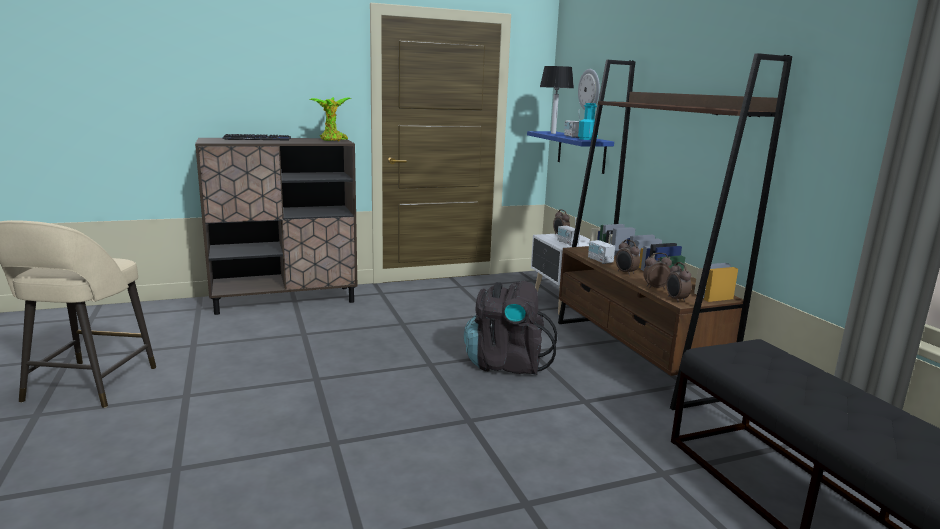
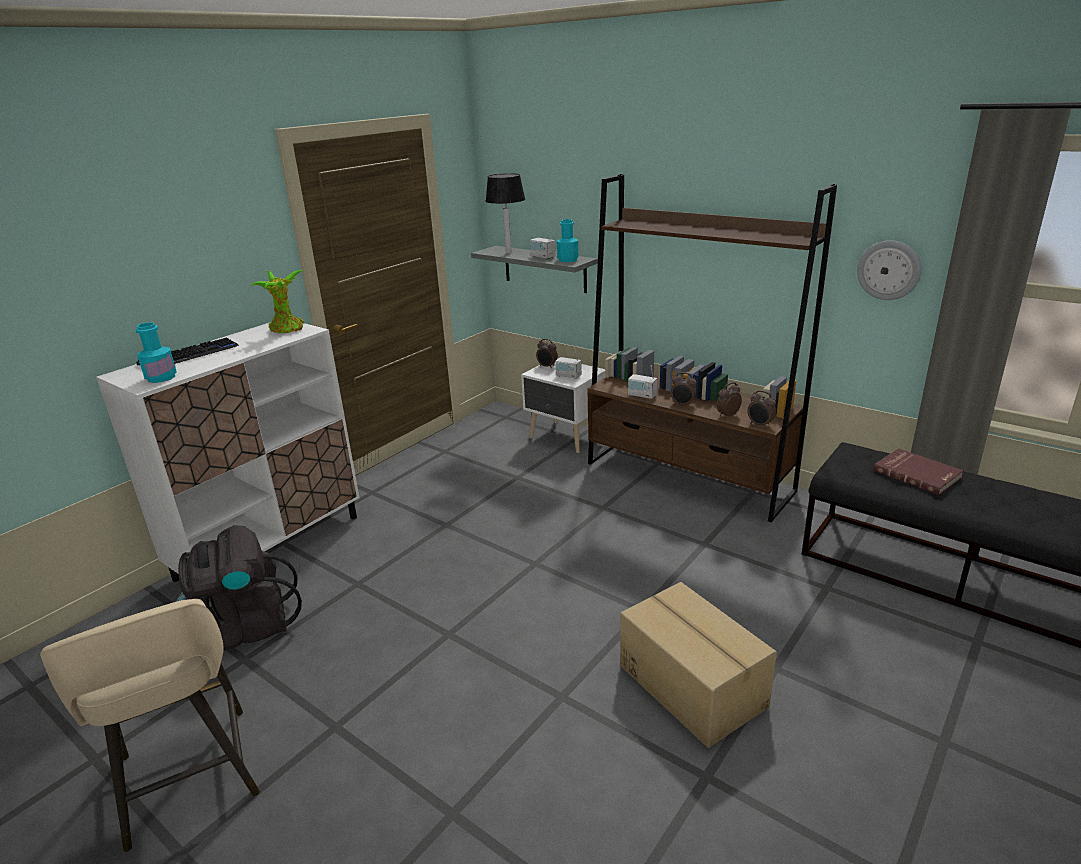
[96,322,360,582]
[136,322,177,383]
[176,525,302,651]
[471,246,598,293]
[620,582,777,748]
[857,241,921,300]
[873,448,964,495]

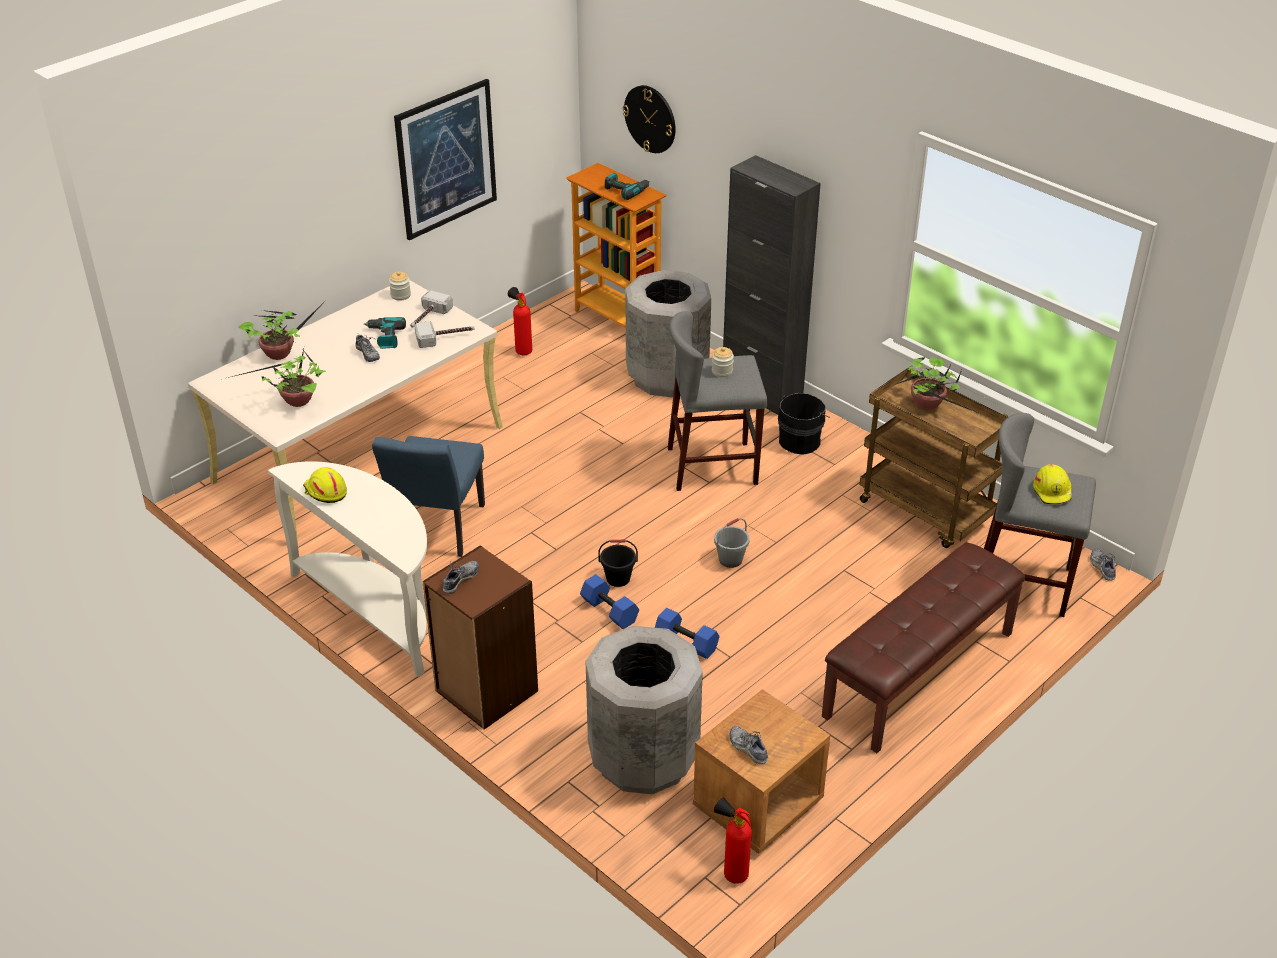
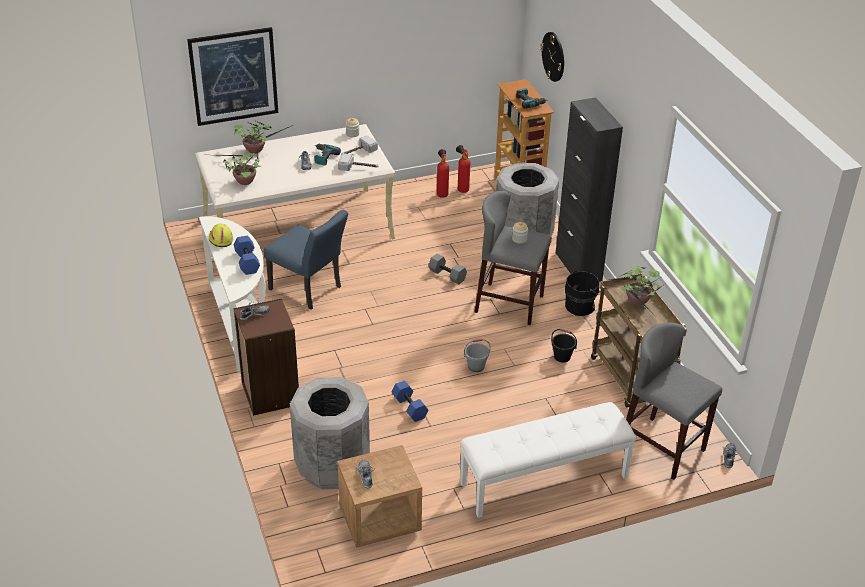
[187,27,278,126]
[234,236,260,275]
[264,209,348,310]
[428,254,467,285]
[456,145,470,193]
[460,402,636,518]
[551,329,577,363]
[1033,464,1072,504] (first image)

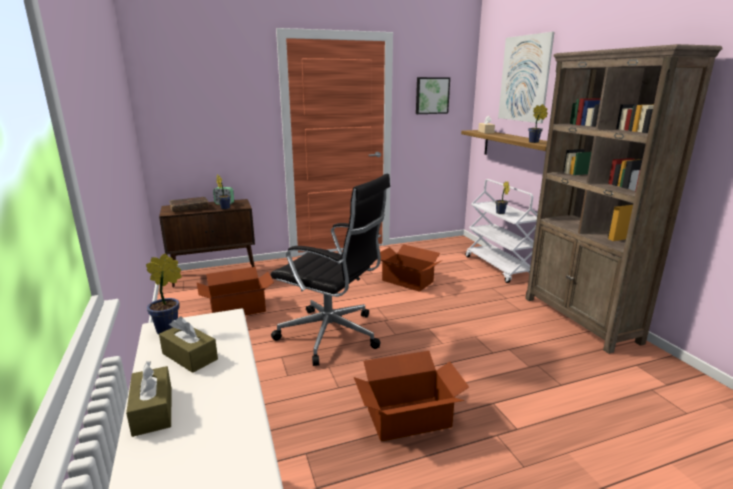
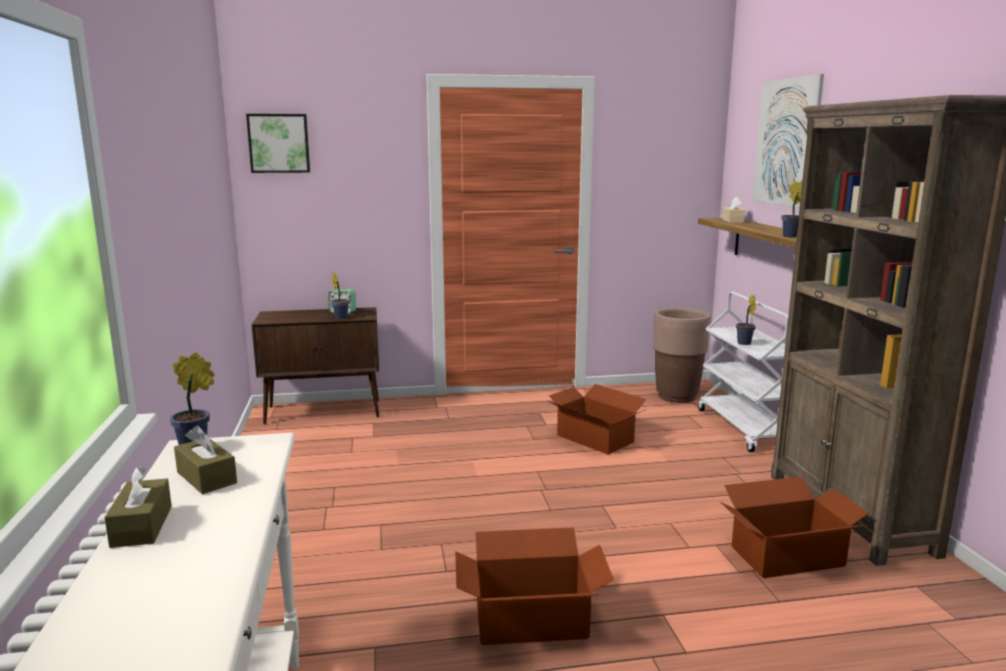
[246,114,310,173]
[653,307,711,403]
[720,477,869,578]
[169,197,209,212] (first image)
[271,174,390,366] (first image)

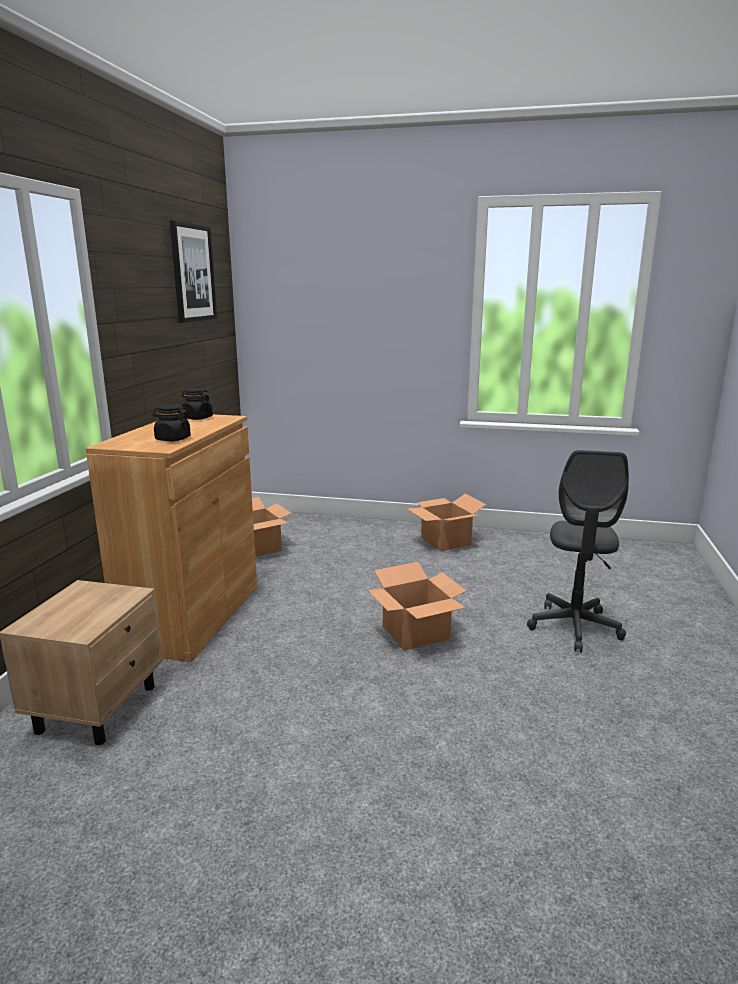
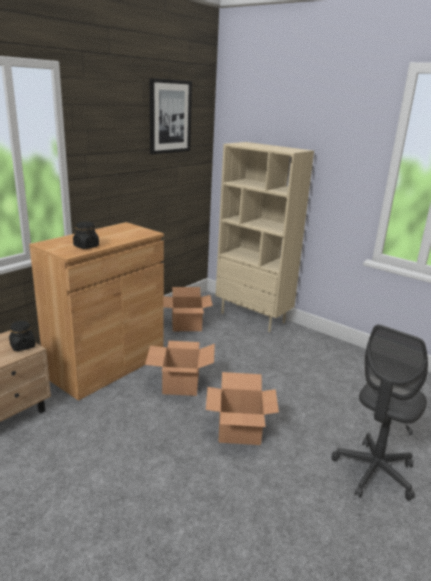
[9,321,35,351]
[145,341,215,396]
[216,142,314,332]

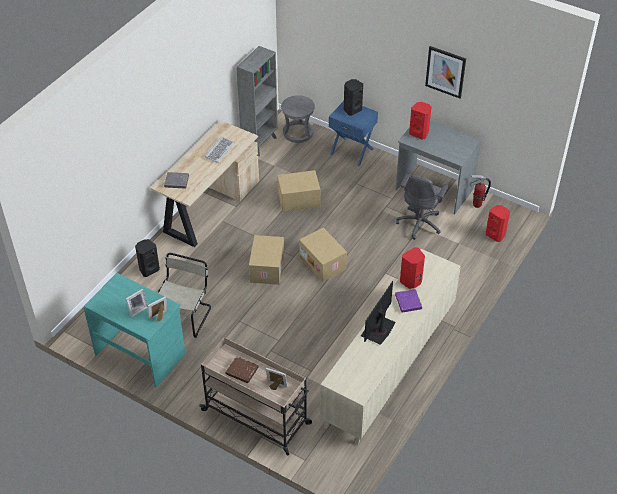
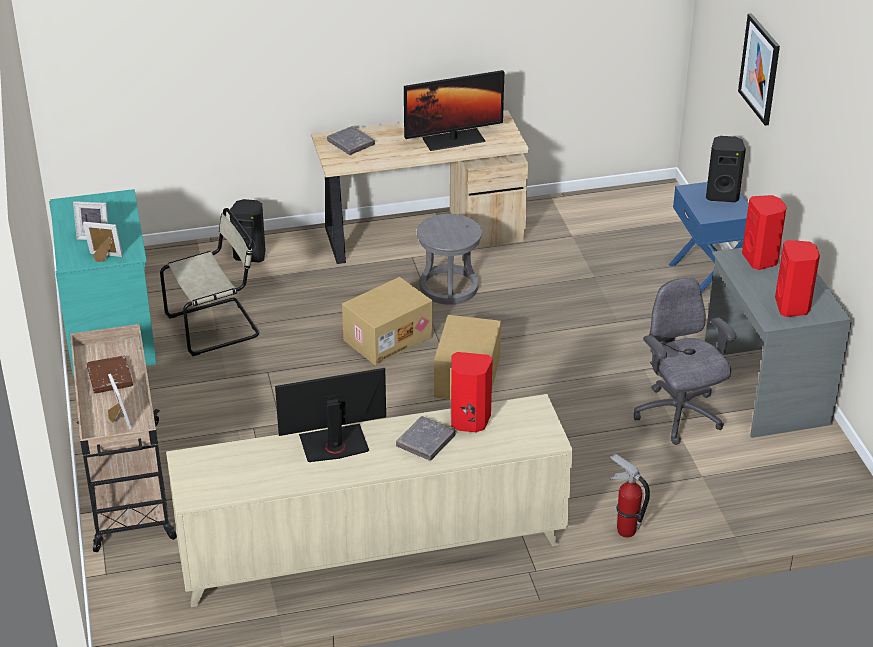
[396,416,456,461]
[404,70,504,151]
[417,214,482,305]
[610,453,650,538]
[634,278,736,445]
[738,13,780,126]
[775,240,820,317]
[236,46,278,156] (first image)
[277,170,320,212] (first image)

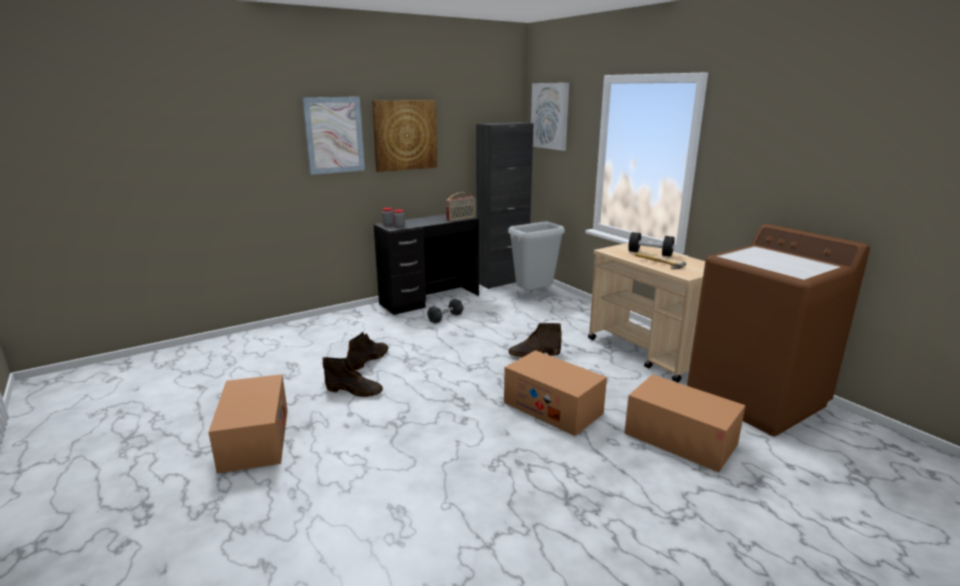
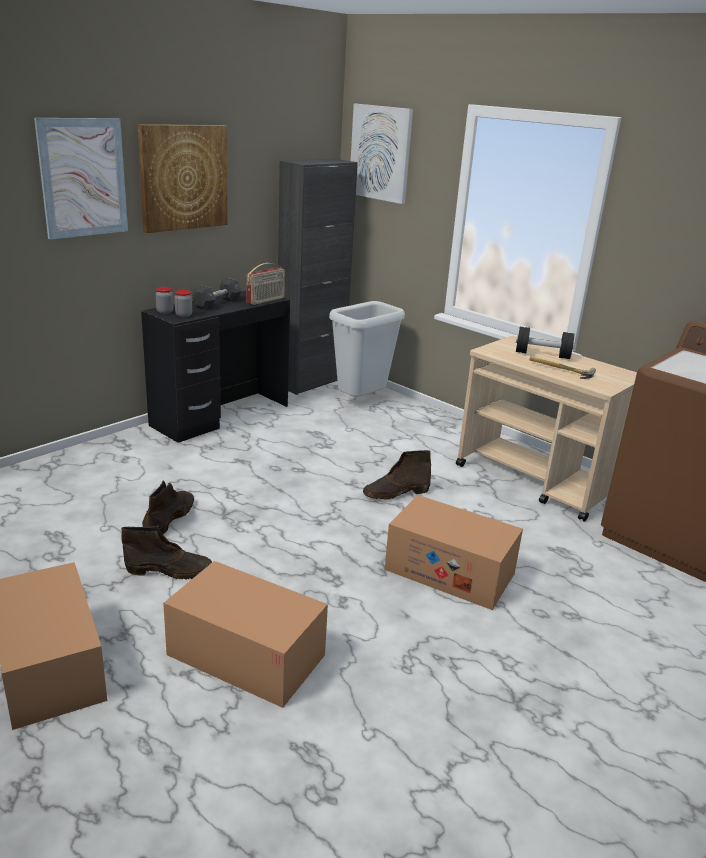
[163,561,328,708]
[192,278,242,310]

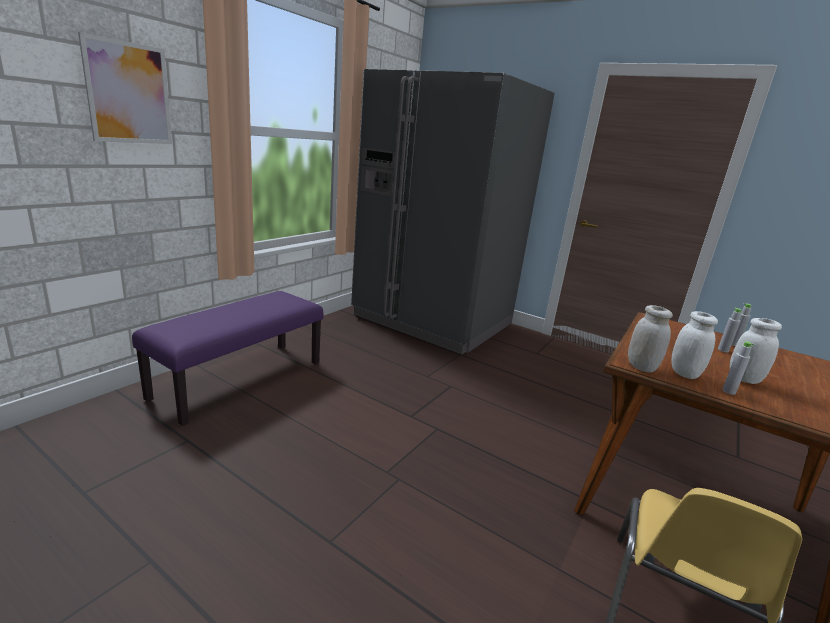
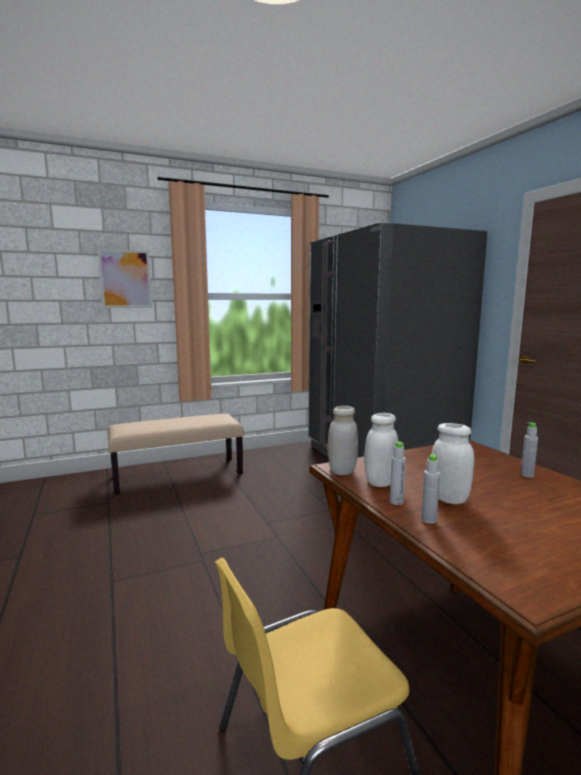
[108,414,244,494]
[421,454,440,524]

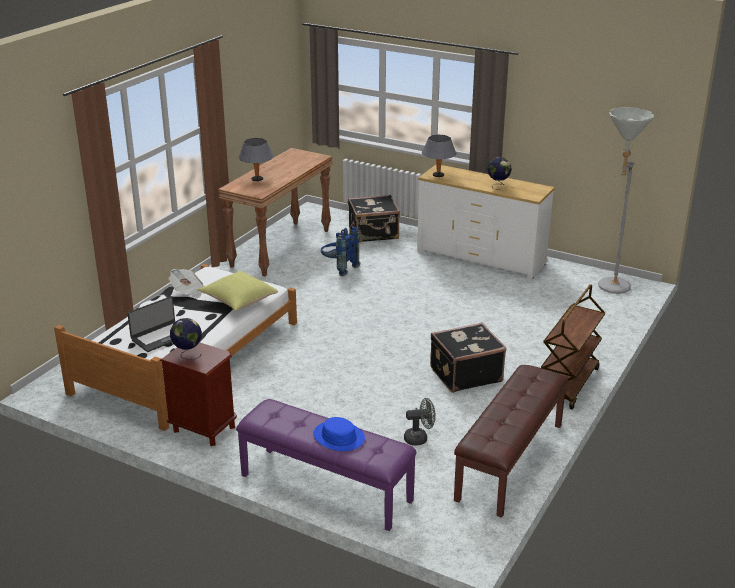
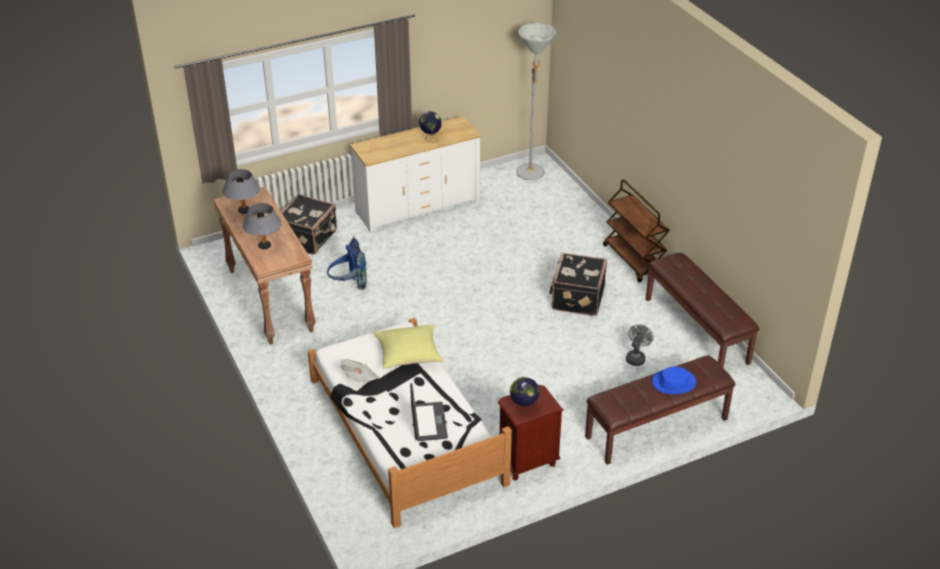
[223,169,260,214]
[585,355,735,465]

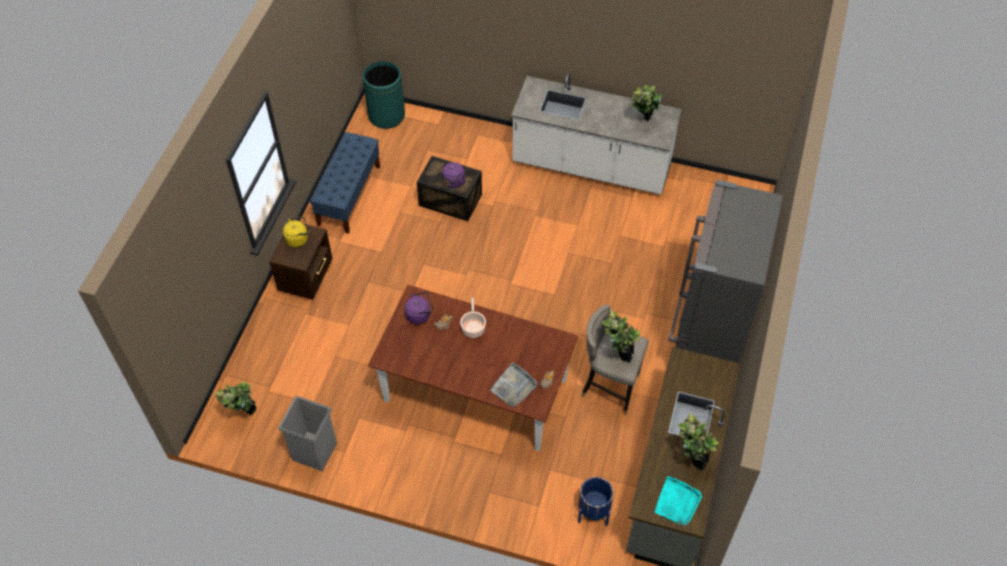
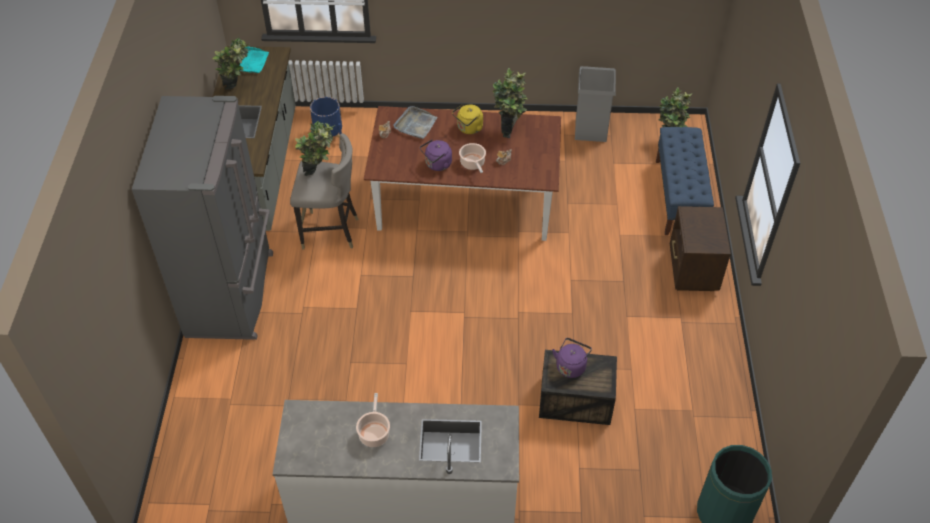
[356,393,390,447]
[420,139,452,171]
[452,104,483,134]
[492,68,528,138]
[656,127,714,235]

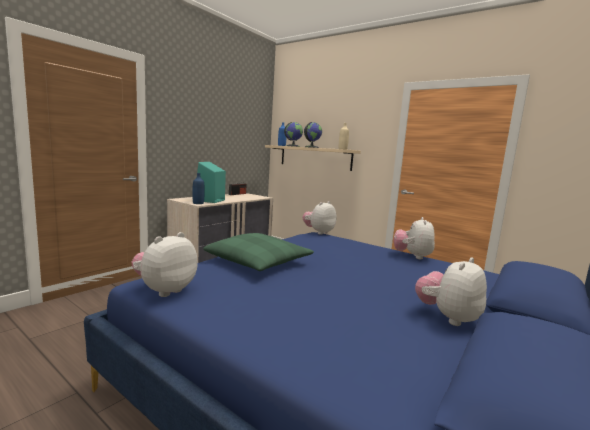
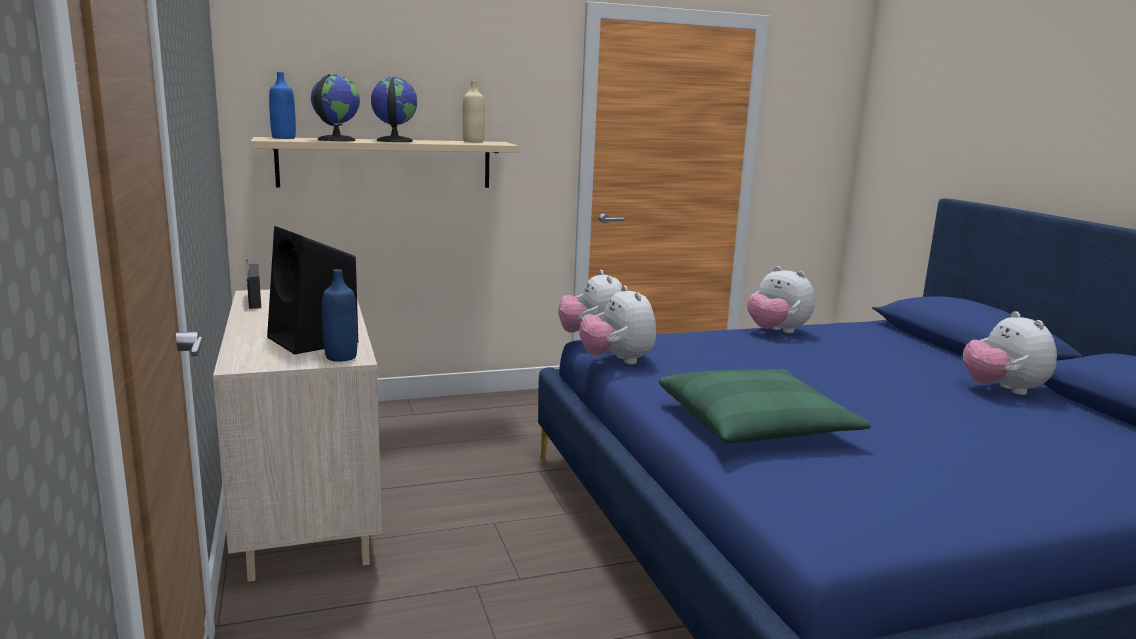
[267,226,358,355]
[579,285,656,364]

